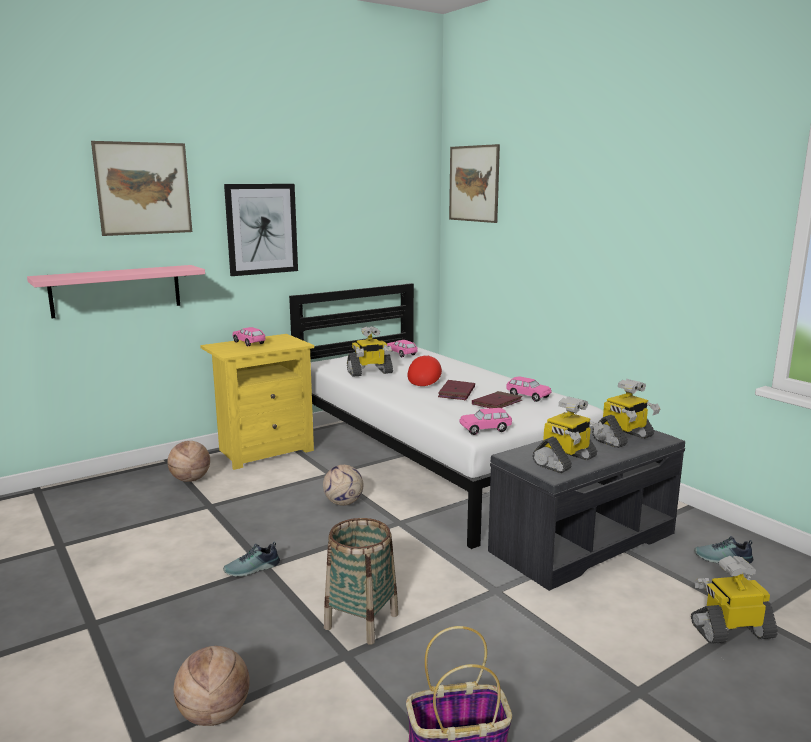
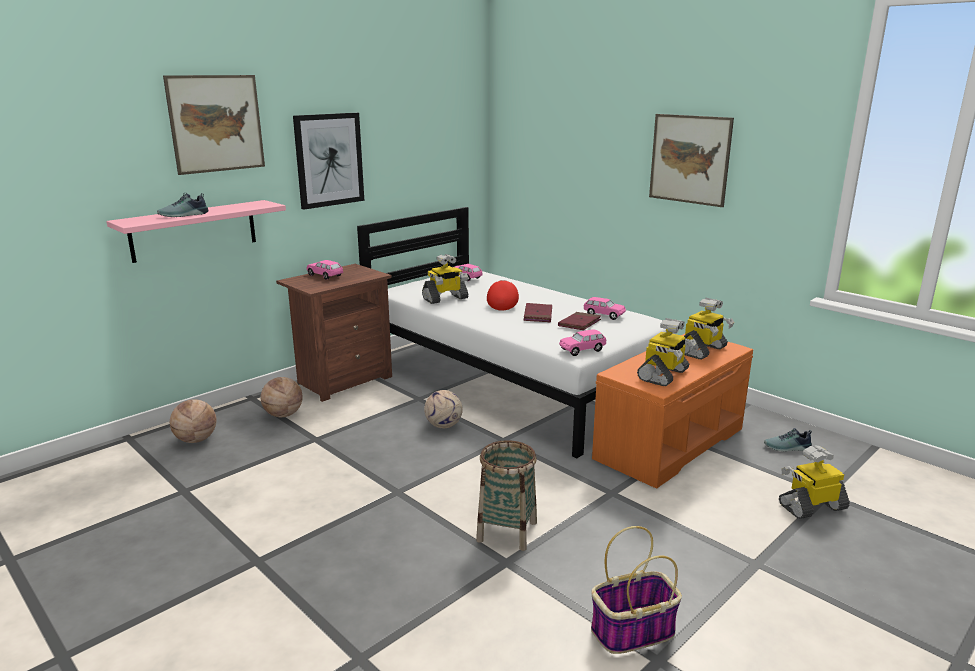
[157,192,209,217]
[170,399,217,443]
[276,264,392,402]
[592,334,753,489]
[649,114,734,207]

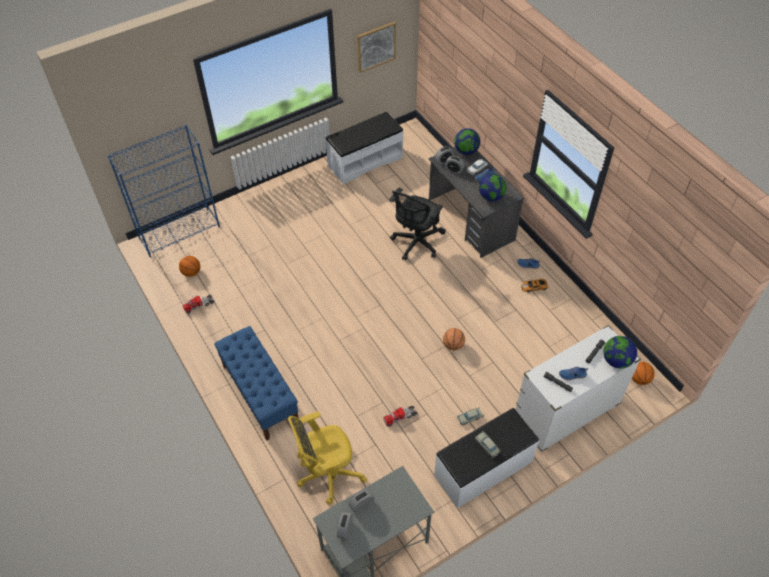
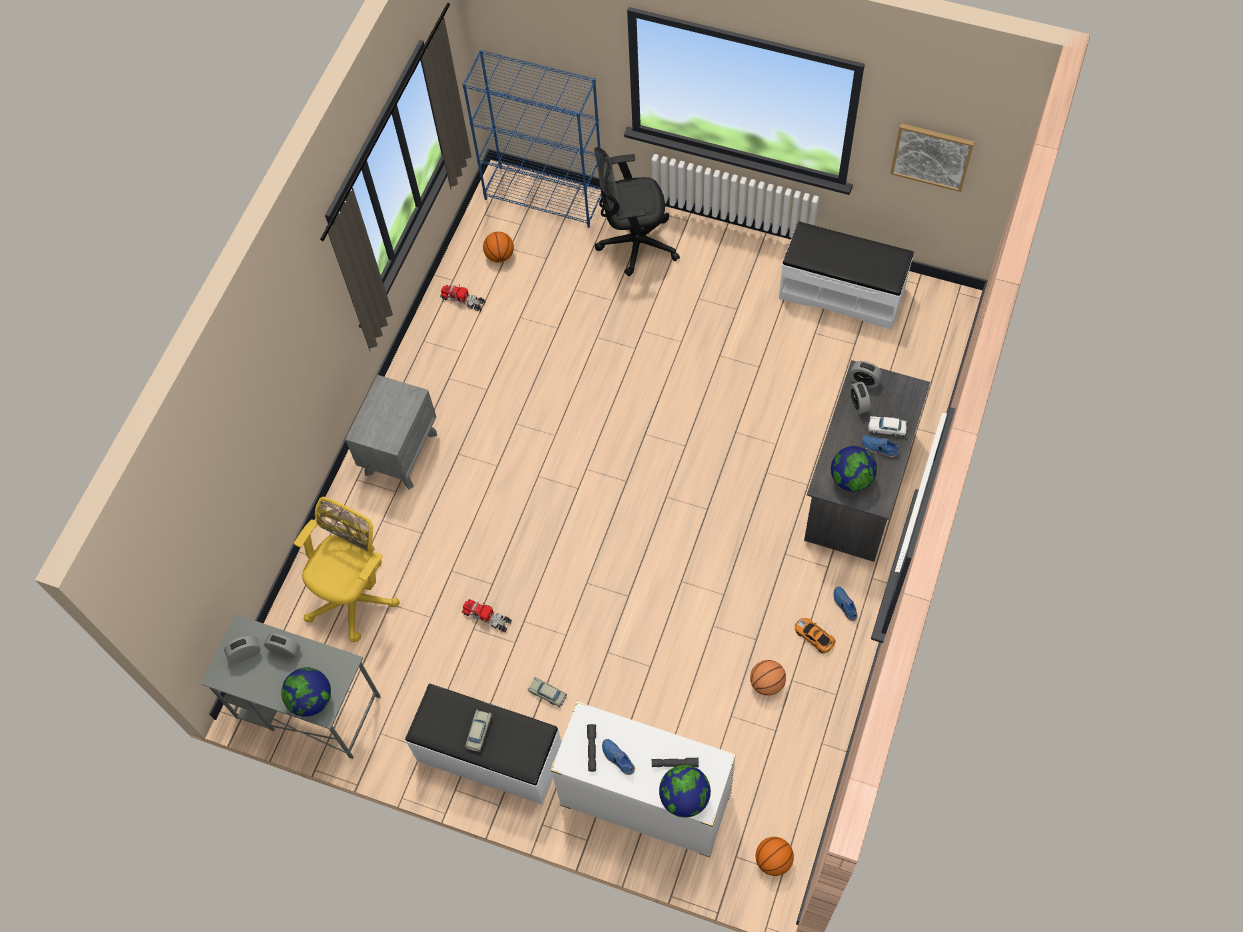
[281,667,331,717]
[294,497,400,642]
[345,375,437,490]
[594,147,680,276]
[750,660,786,696]

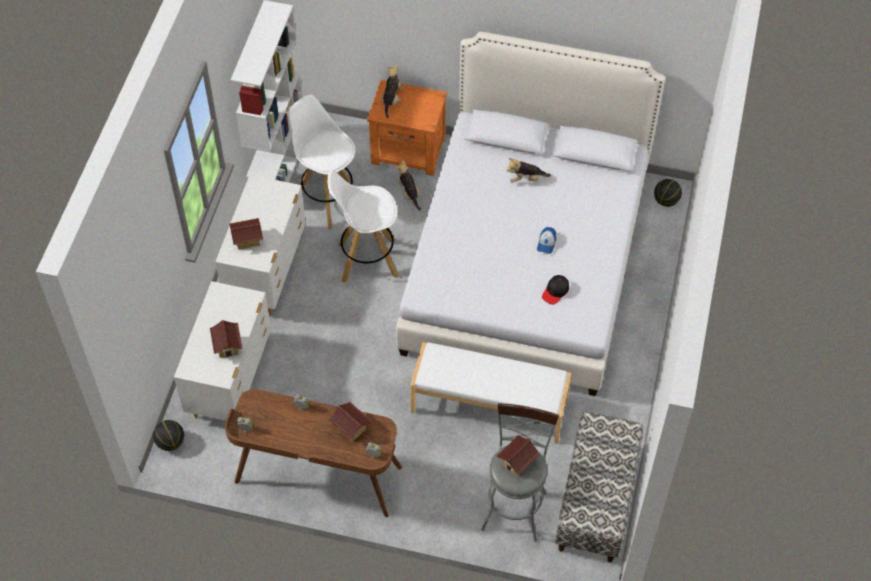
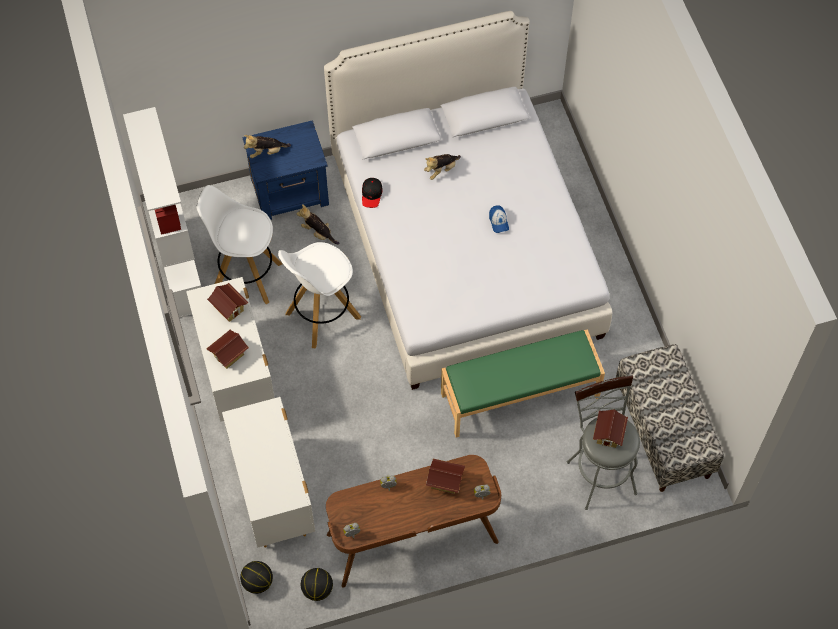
[207,283,249,322]
[243,120,329,220]
[244,135,291,158]
[301,568,333,601]
[362,178,383,208]
[441,329,605,438]

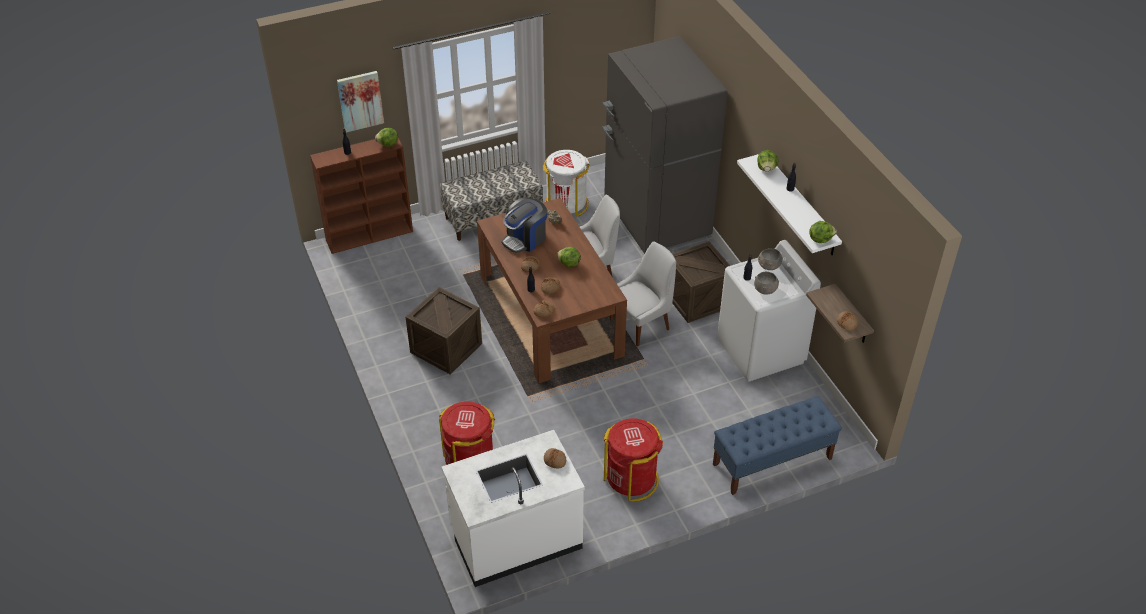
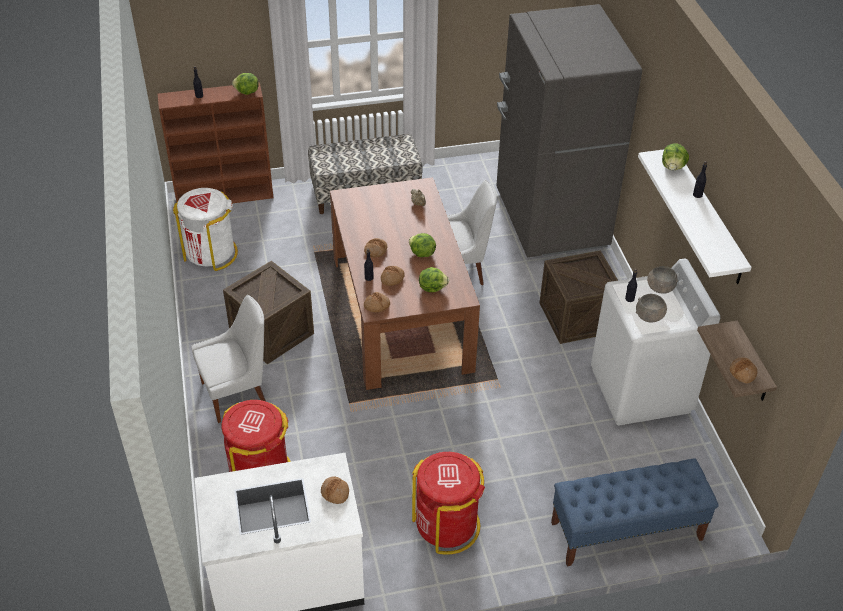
[173,188,238,271]
[191,295,266,423]
[419,267,449,292]
[337,71,384,132] (first image)
[502,197,547,253] (first image)

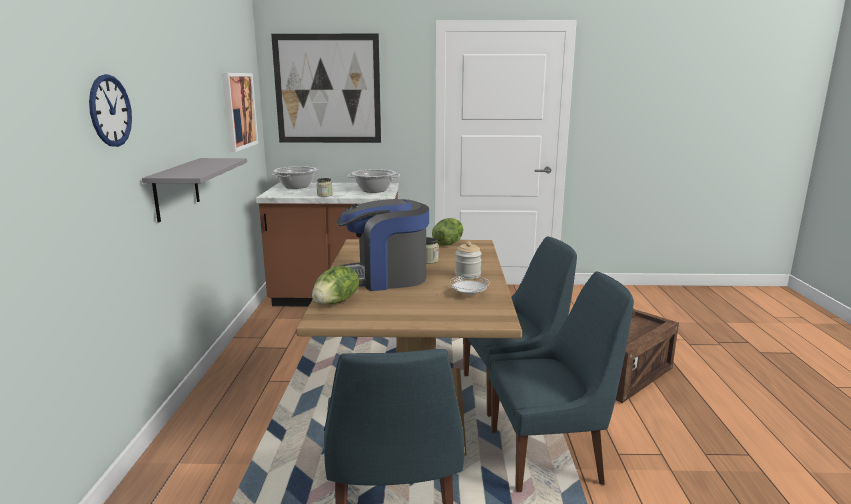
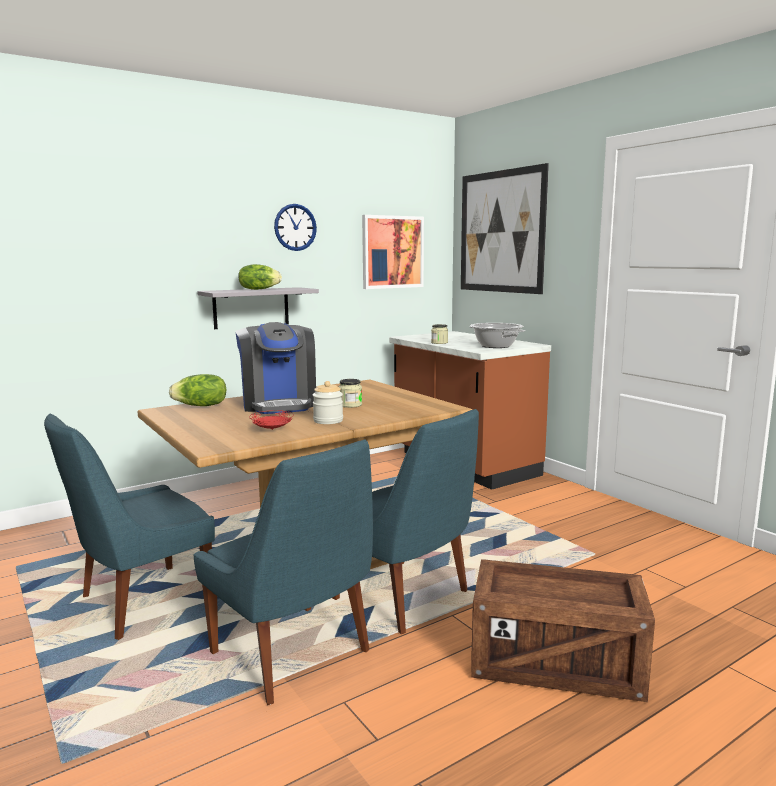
[235,322,316,414]
[238,264,282,290]
[249,410,294,430]
[274,204,317,251]
[272,166,318,189] (first image)

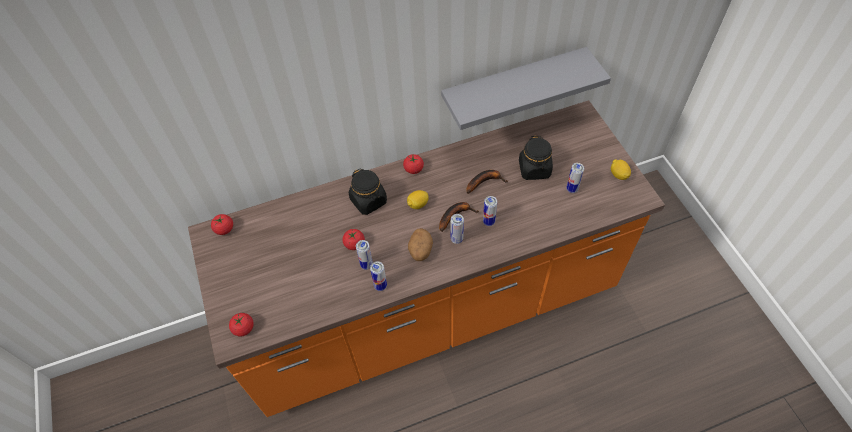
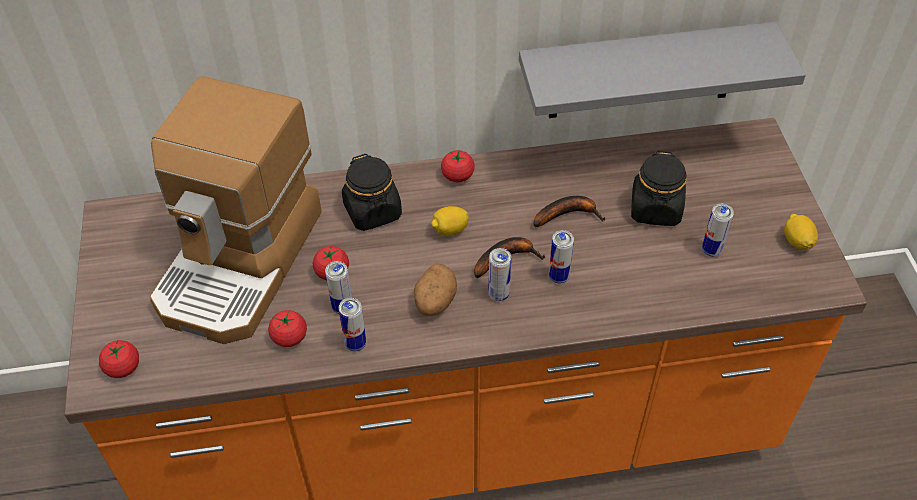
[150,76,322,344]
[268,310,307,347]

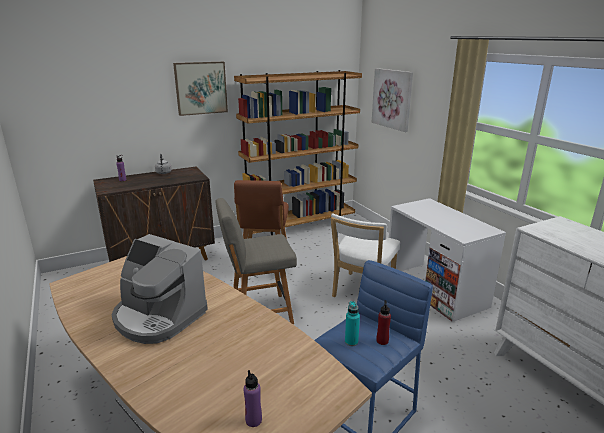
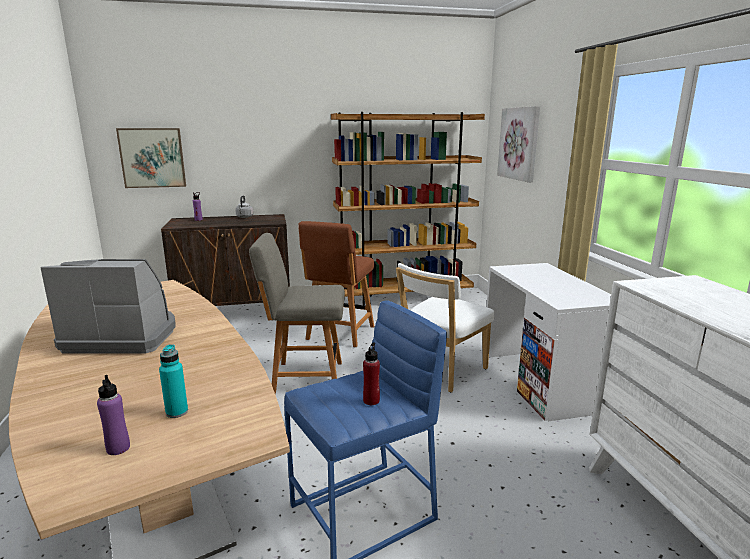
[40,259,175,354]
[116,128,186,188]
[159,344,188,418]

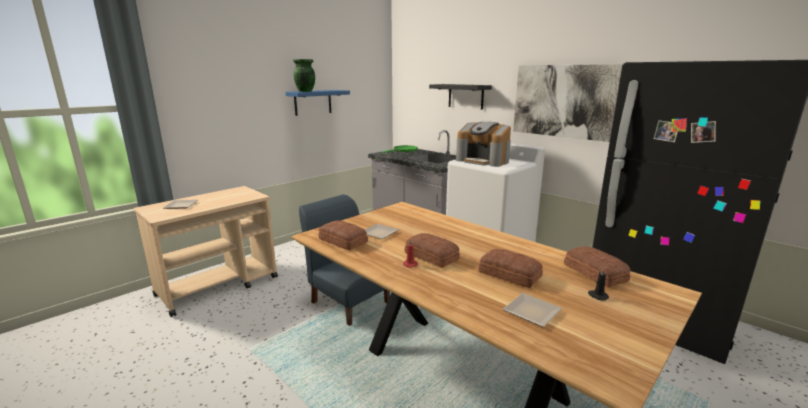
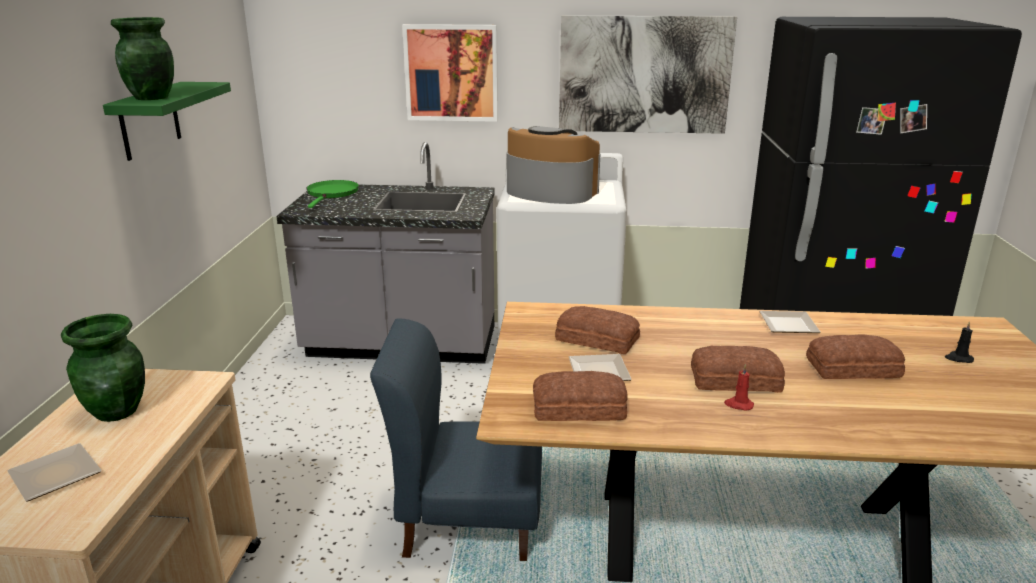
[61,314,145,422]
[103,82,231,161]
[402,24,498,122]
[507,126,600,204]
[555,306,640,354]
[759,311,820,333]

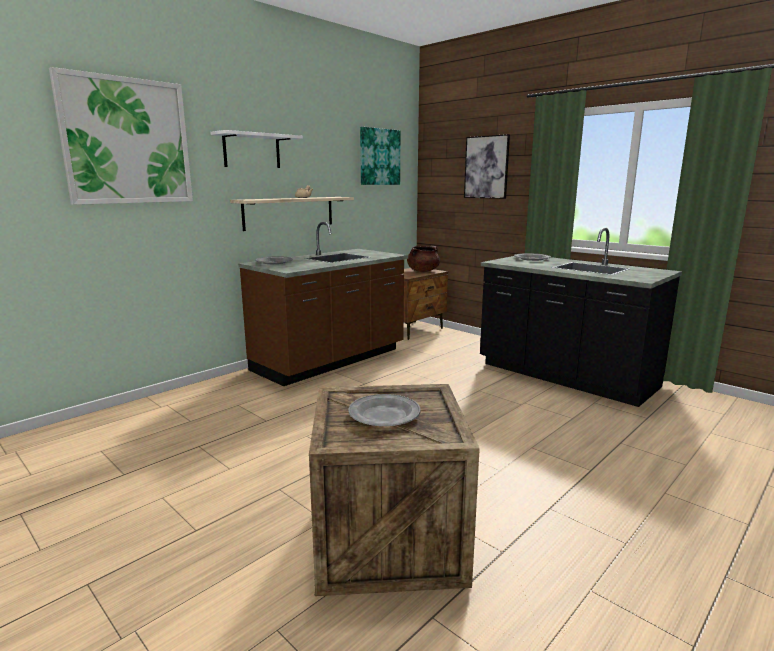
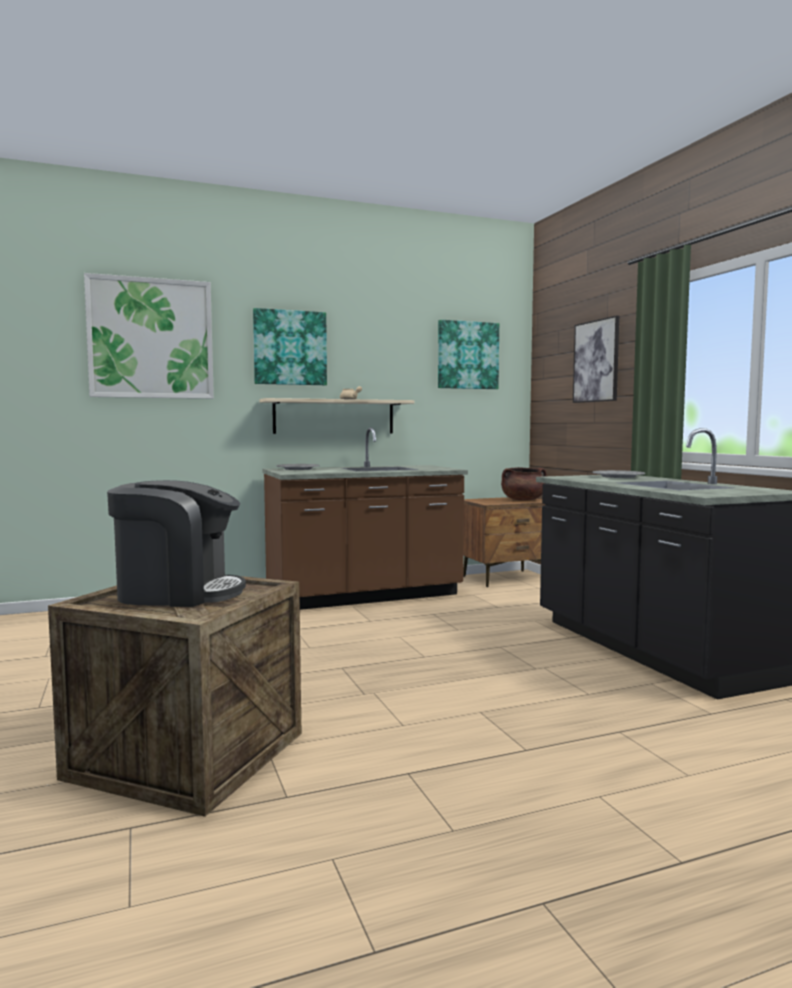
[107,480,246,607]
[253,308,327,385]

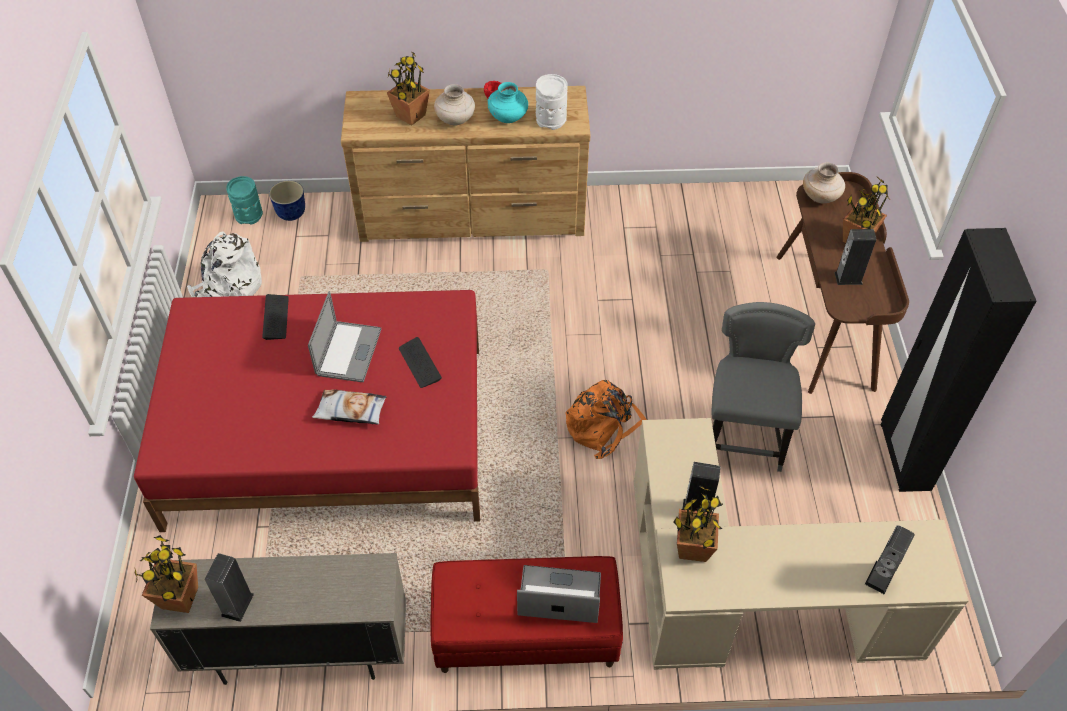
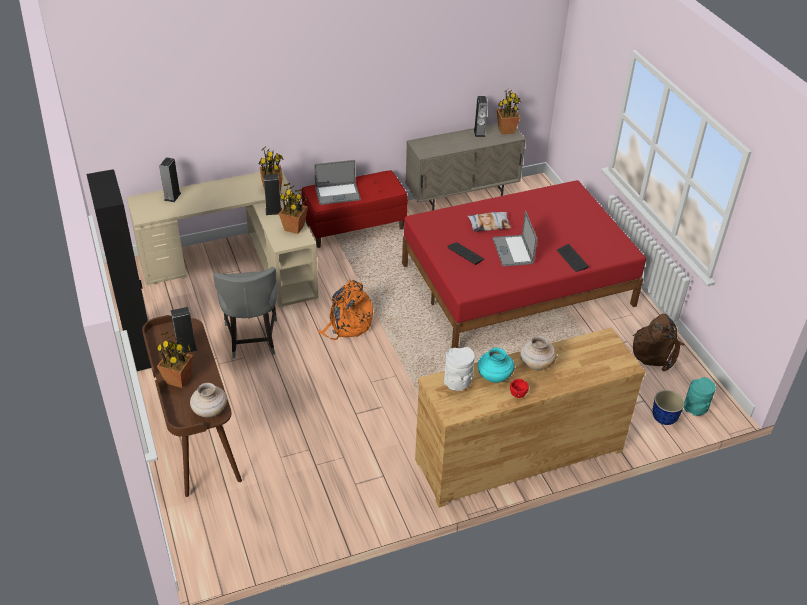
[279,183,308,234]
[633,314,685,371]

